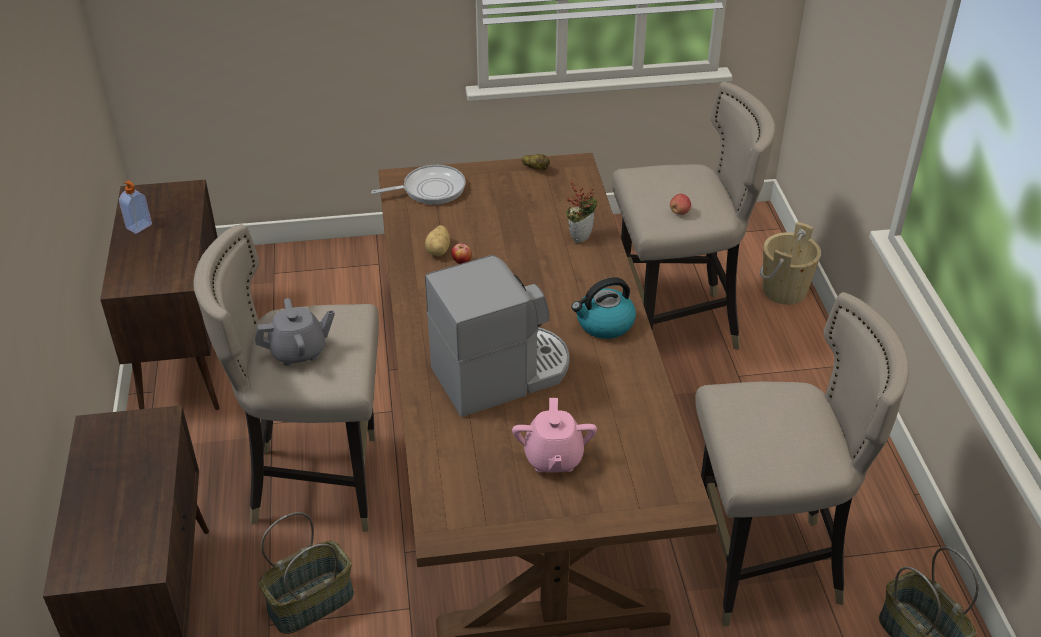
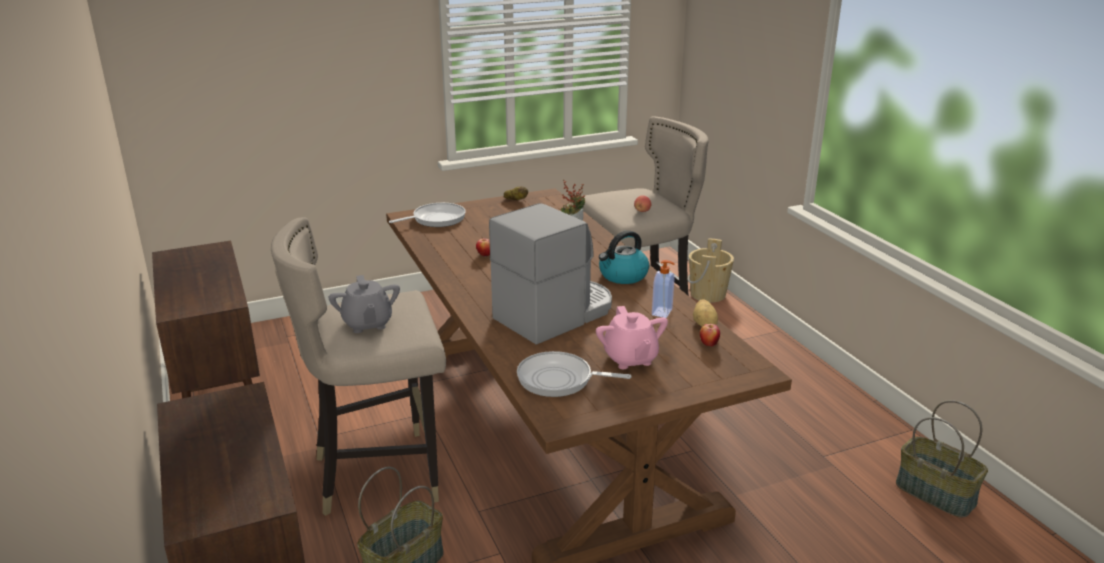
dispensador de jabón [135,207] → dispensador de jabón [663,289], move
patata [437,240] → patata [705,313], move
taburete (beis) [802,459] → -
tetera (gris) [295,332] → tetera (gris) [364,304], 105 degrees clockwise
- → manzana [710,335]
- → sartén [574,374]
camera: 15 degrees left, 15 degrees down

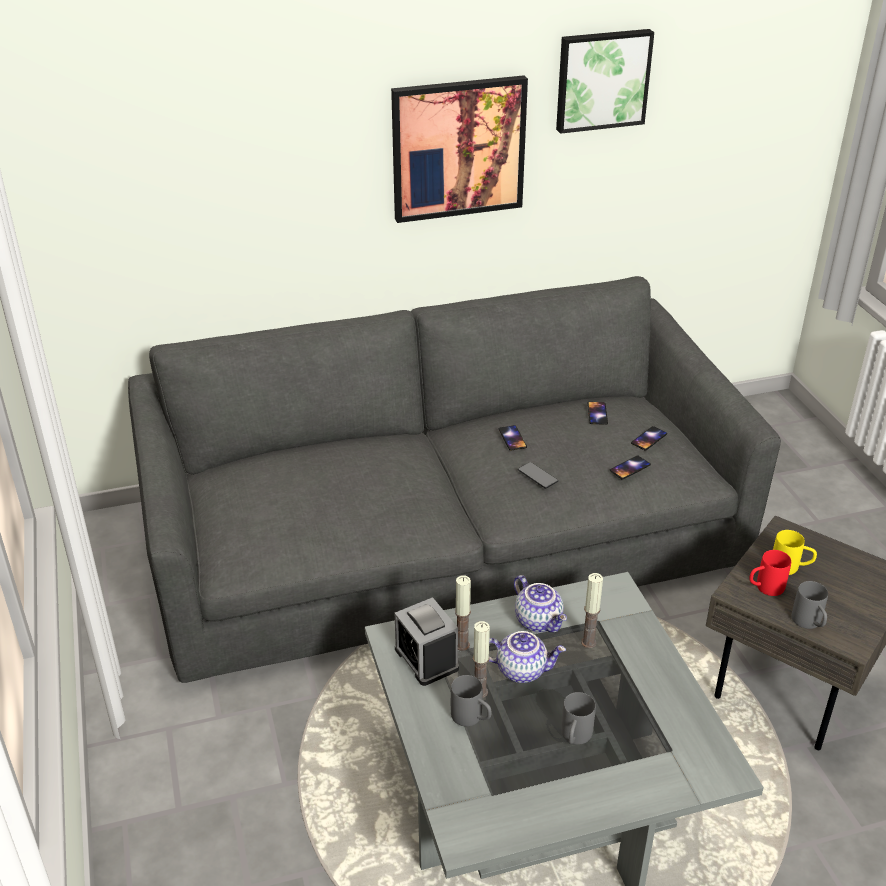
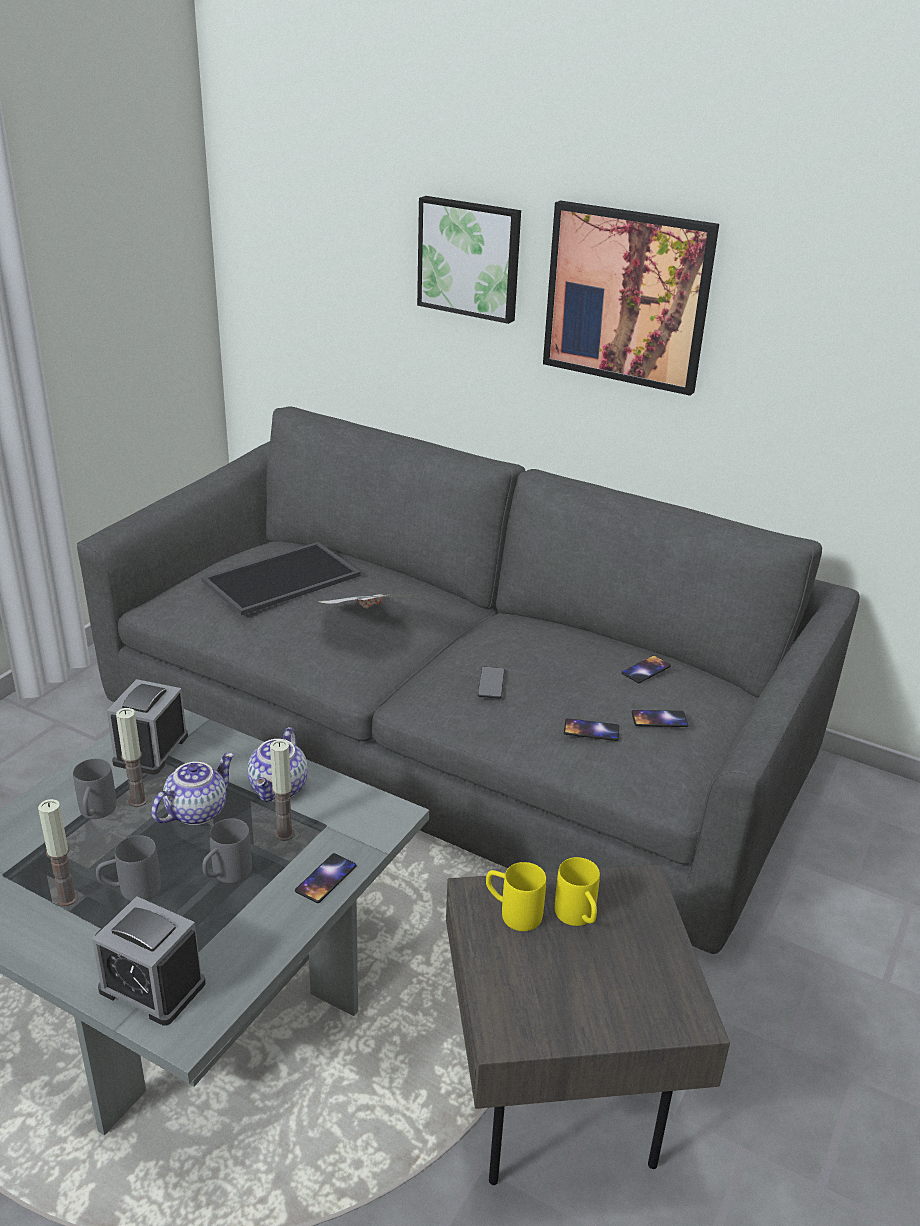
cuadro [605,81] → cuadro [469,260], move
móvil [513,438] → móvil [326,878], move
taza grande (rojo) [770,573] → taza grande (amarillo) [516,896]
vela [463,613] → vela [58,852], move
taza grande (gris) [810,605] → taza grande (gris) [227,850], move
tetera [527,657] → tetera [192,789], 105 degrees counterclockwise
- → bandeja [281,579]
- → periódico [366,601]
- → despertador [149,961]
camera: 45 degrees right, 5 degrees down

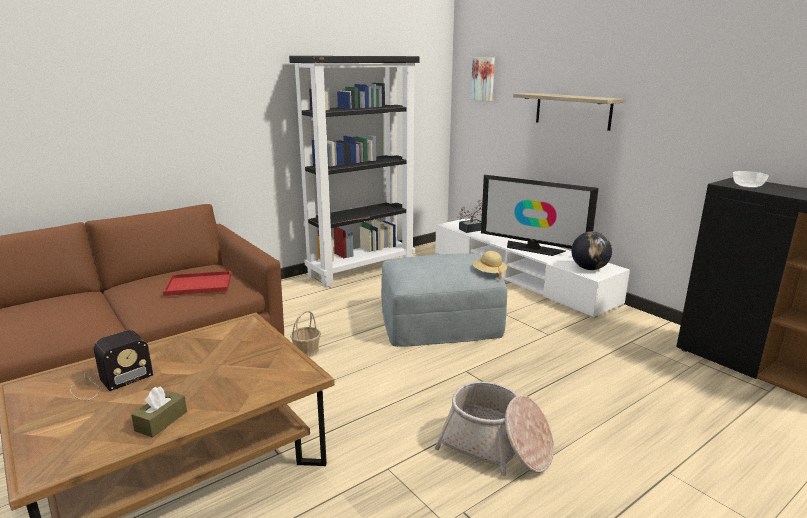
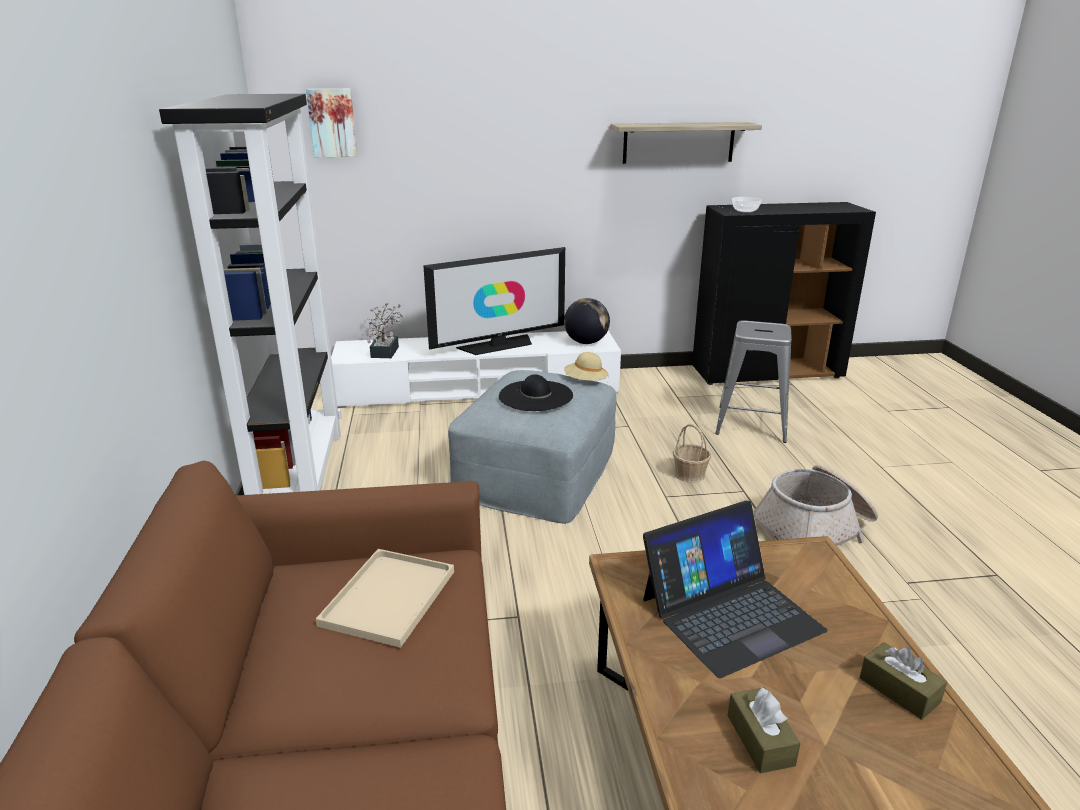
estante [569,112] → estante [686,143], move
bandeja (rojo) [197,283] → bandeja (beis) [385,598]
cesta [305,333] → cesta [692,453], move
radio [111,365] → caja de pañuelos (marrón) [764,730]
- → taburete (gris) [753,381]
- → sombrero (negro) [536,392]
- → portátil [735,589]
camera: 60 degrees left, 5 degrees up

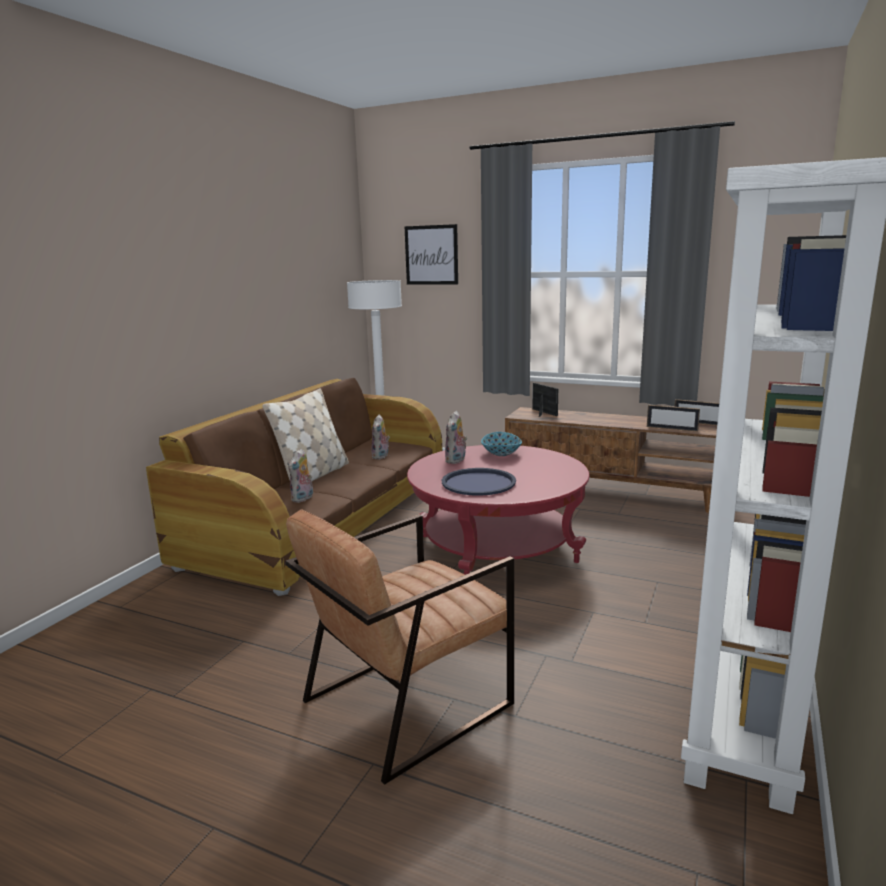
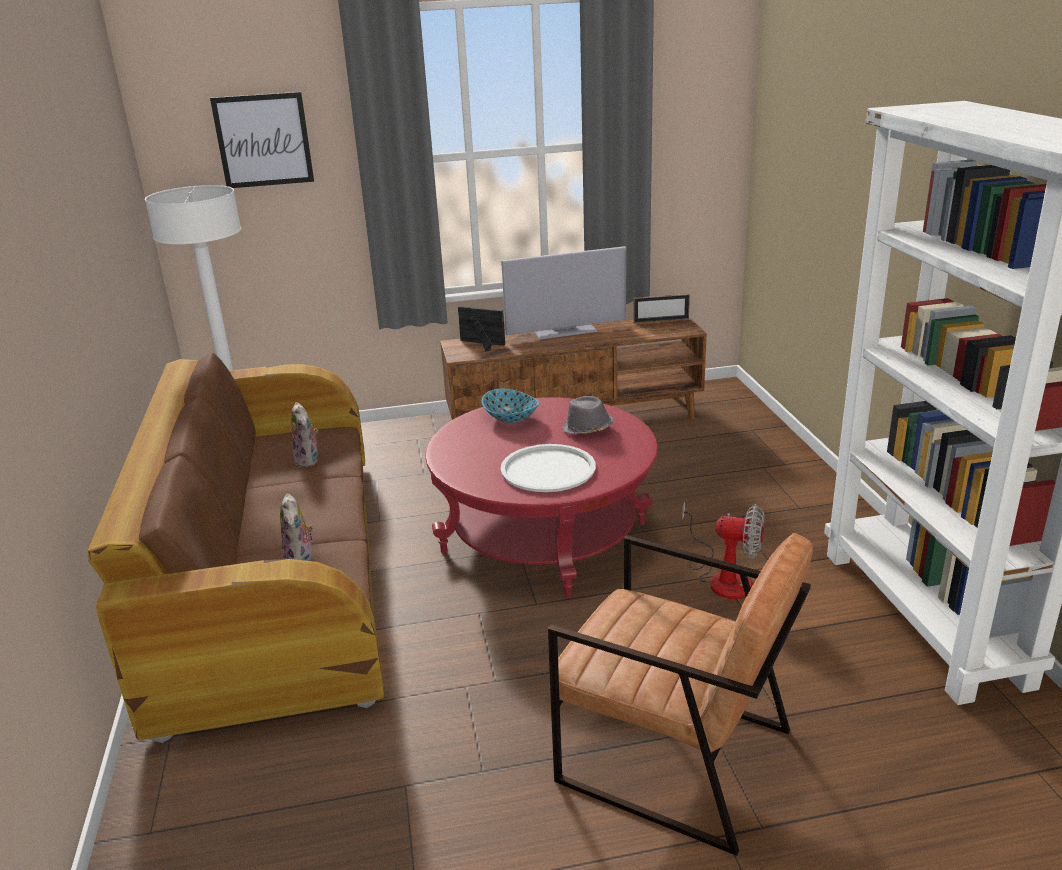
cojín (beis) [305,434] → -
portarretratos [673,418] → -
peluche [456,437] → -
bandeja (azul) [479,482] → bandeja (blanco) [548,468]
sillón (marrón) [399,647] → sillón (marrón) [680,694], 75 degrees counterclockwise
- → televisor [563,293]
- → sombrero (gris) [588,415]
- → ventilador [723,550]
camera: 35 degrees left, 10 degrees up

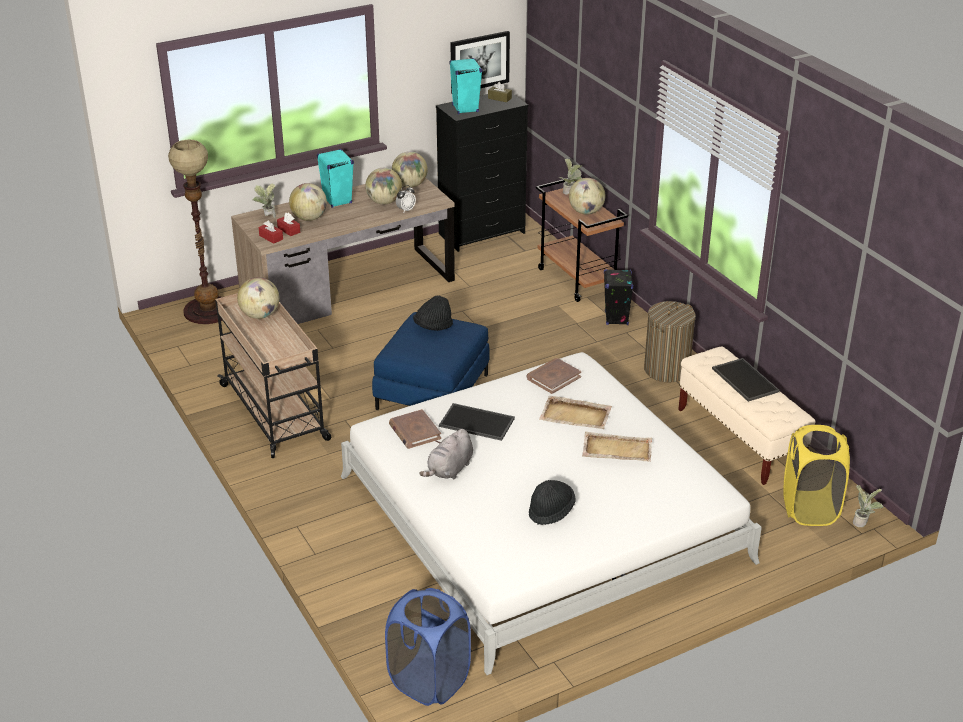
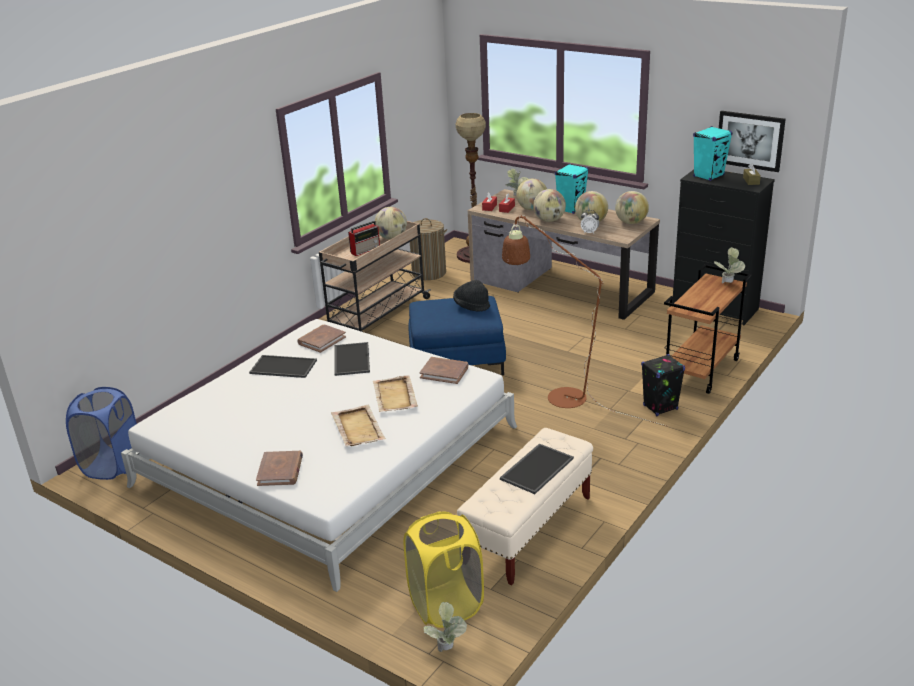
globo terráqueo [587,196] → globo terráqueo [549,205], move
cesto de la ropa [670,342] → cesto de la ropa [428,249], move
peluche (gris) [446,454] → bandeja [283,366]
sombrero (negro) [552,502] → -
- → lámpara de pie (marrón) [584,320]
- → radio [364,238]
- → libro (marrón) [279,468]
camera: 65 degrees right, 5 degrees down

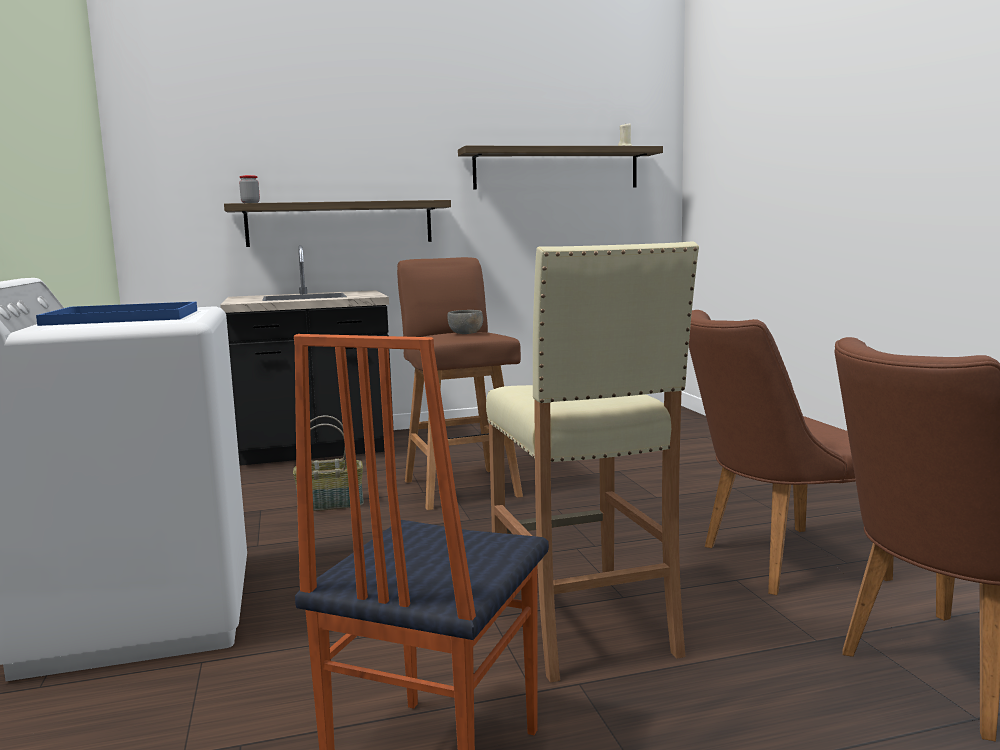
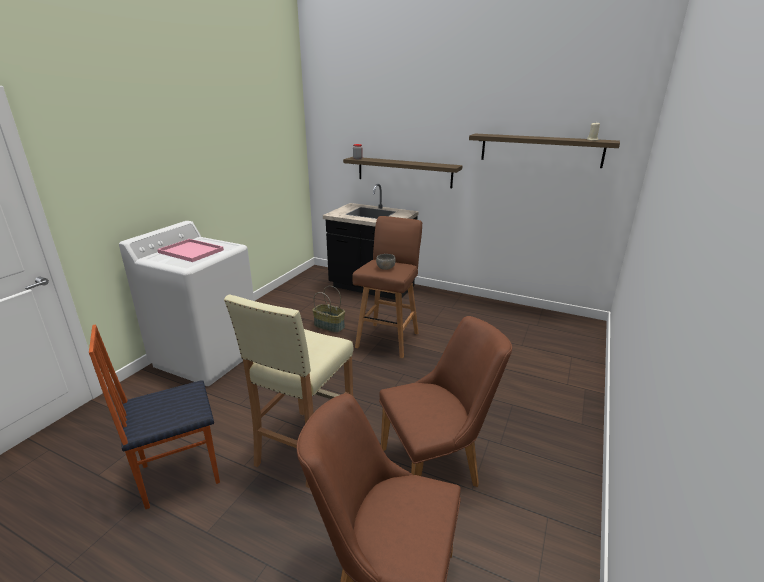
bandeja (azul) [116,314] → bandeja (rosa) [190,250]
silla (marrón) [791,452] → silla (marrón) [445,401], 135 degrees clockwise
camera: 40 degrees right, 15 degrees up

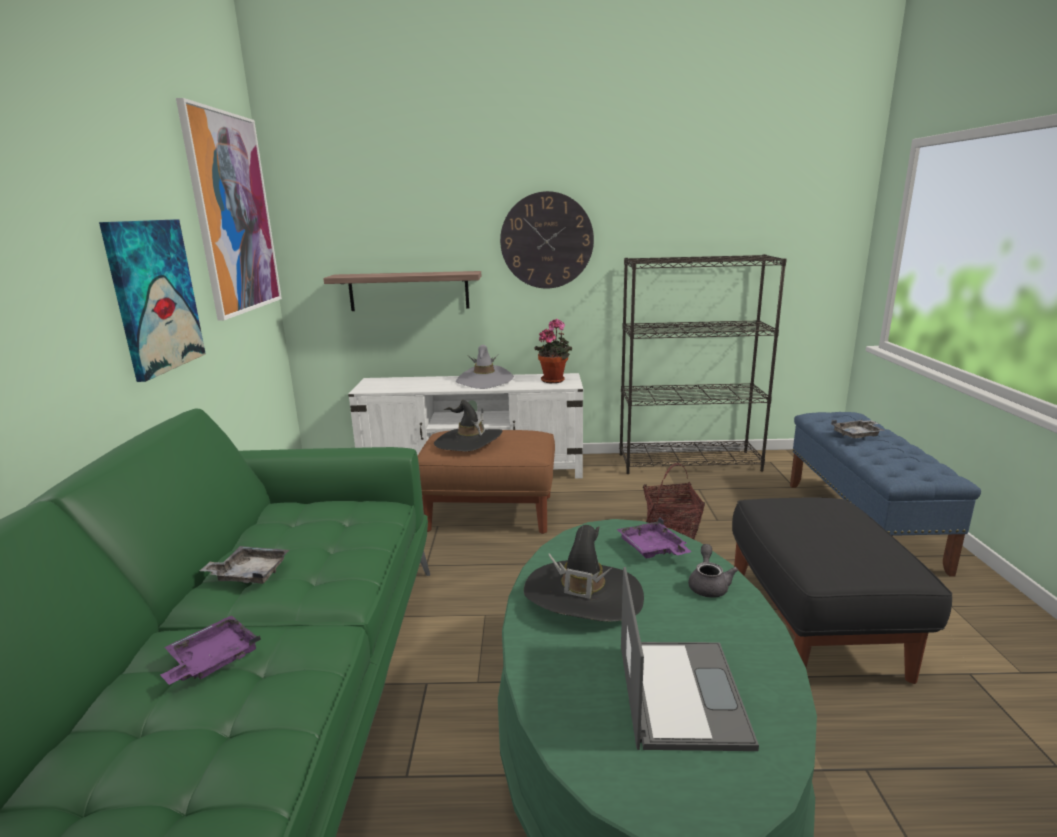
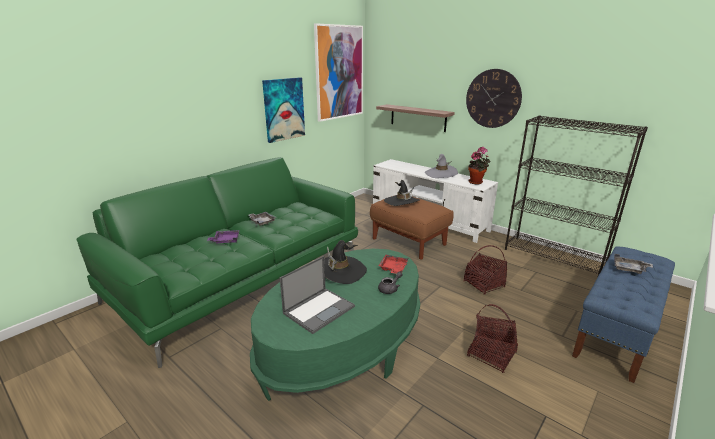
puf (negro) [842,591] → cesta [492,338]
bandeja (morado) [654,537] → bandeja (rojo) [394,264]
camera: 40 degrees right, 5 degrees up

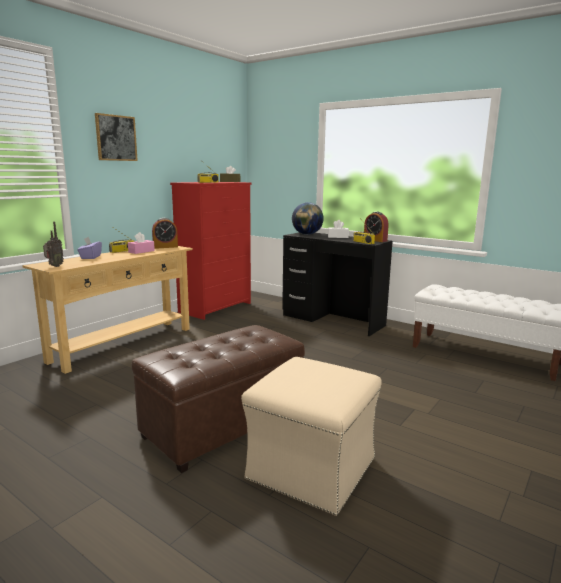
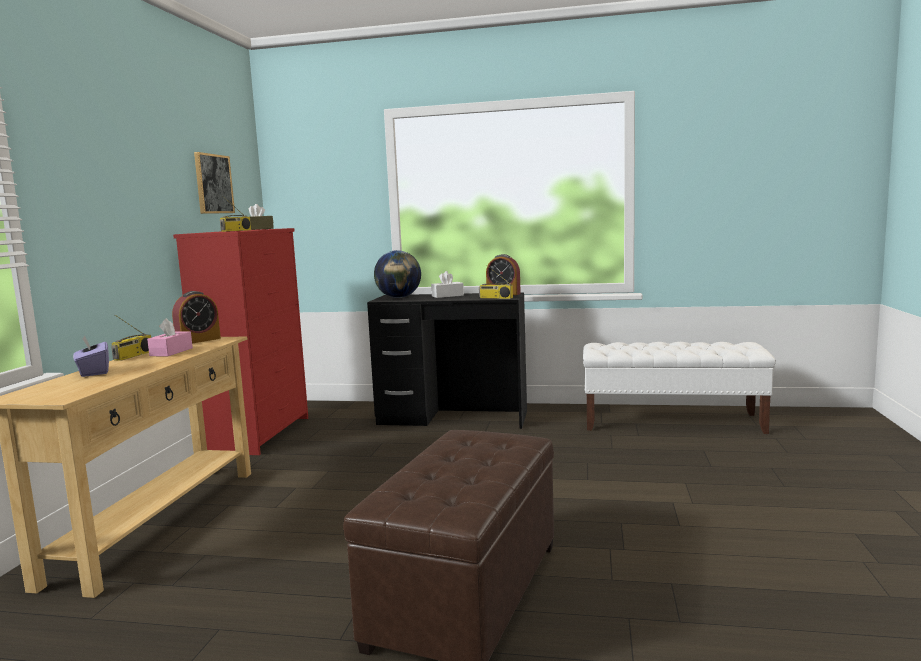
cuadro [116,137] → cuadro [214,183], move
radio [53,244] → -
puf (beis) [311,436] → -
camera: 25 degrees left, 5 degrees down

